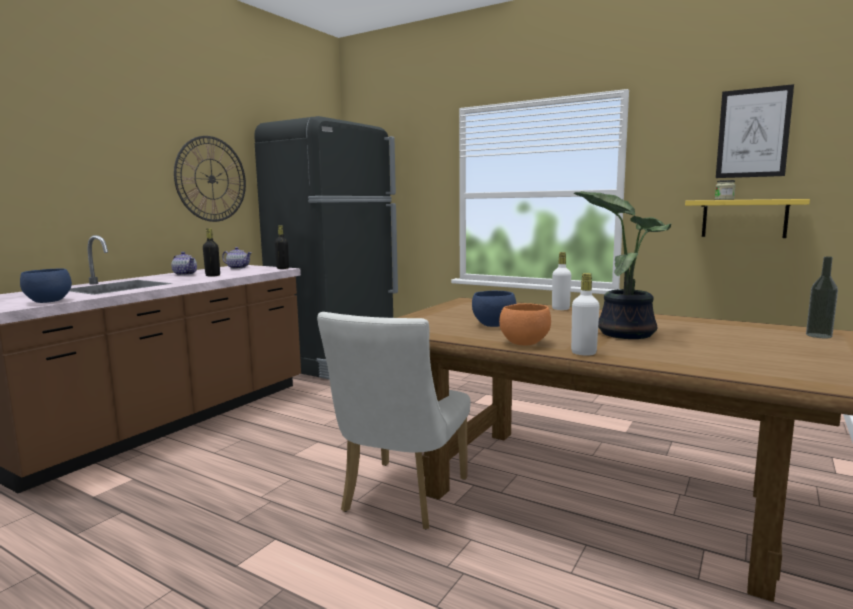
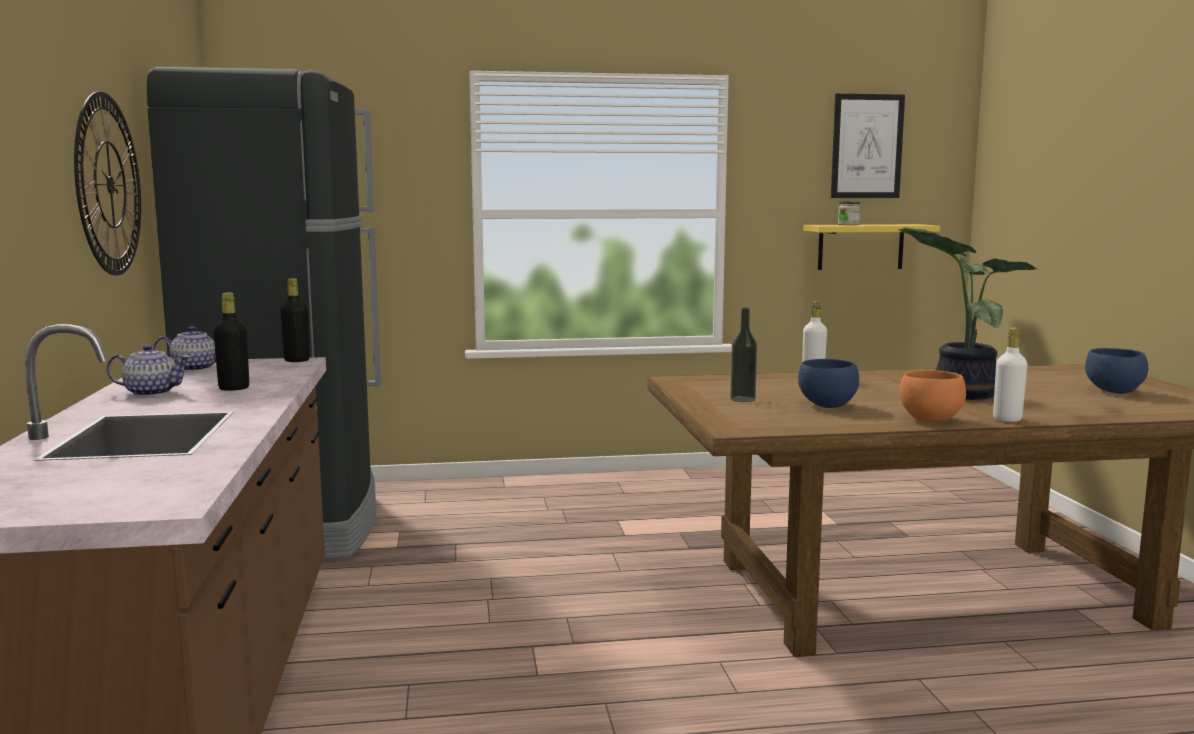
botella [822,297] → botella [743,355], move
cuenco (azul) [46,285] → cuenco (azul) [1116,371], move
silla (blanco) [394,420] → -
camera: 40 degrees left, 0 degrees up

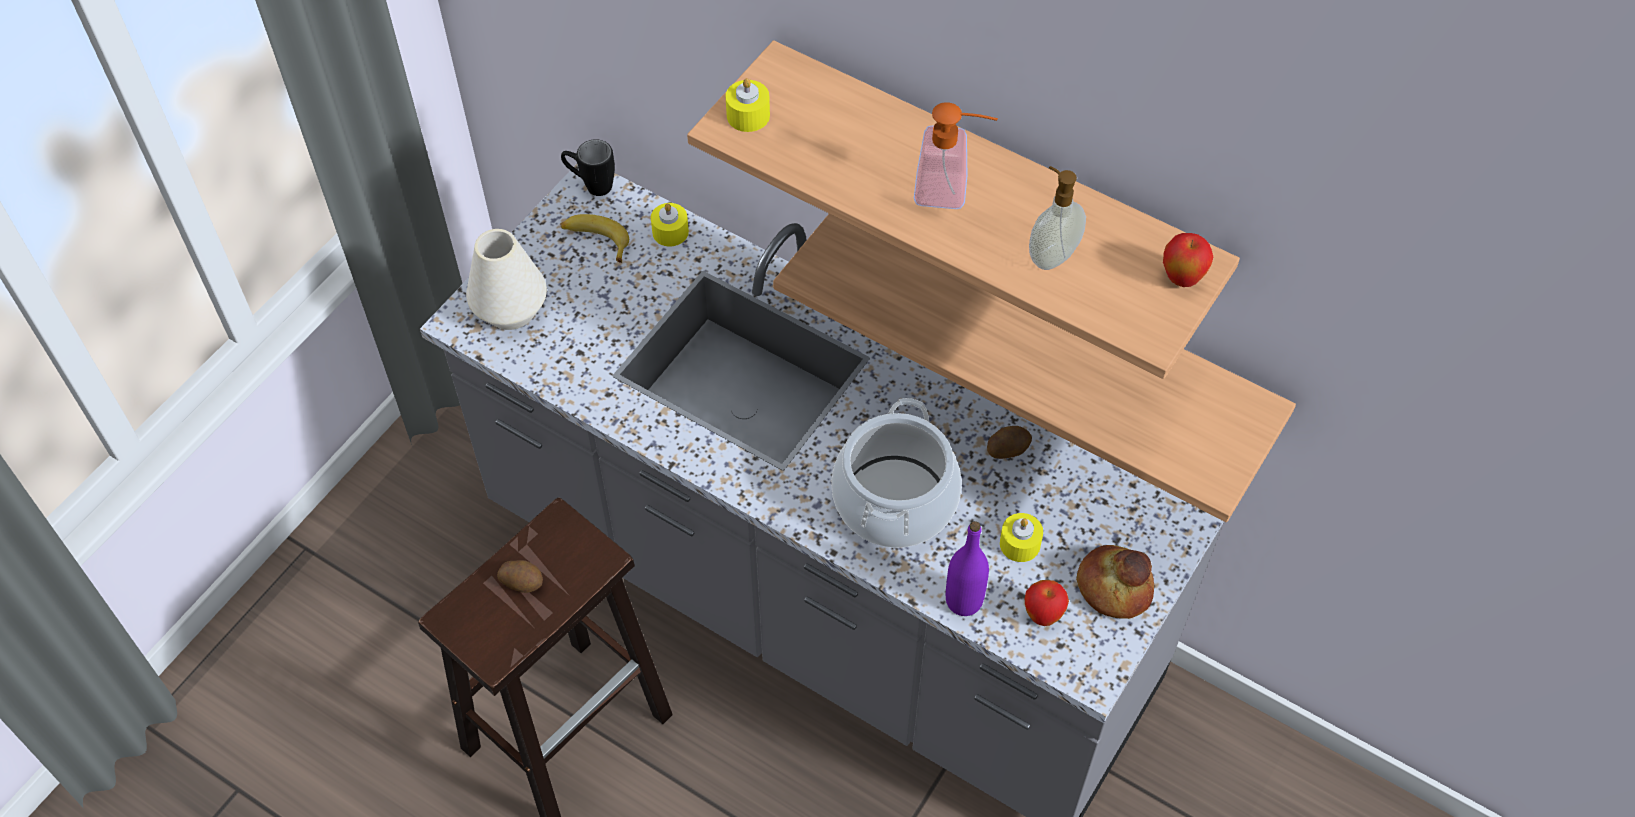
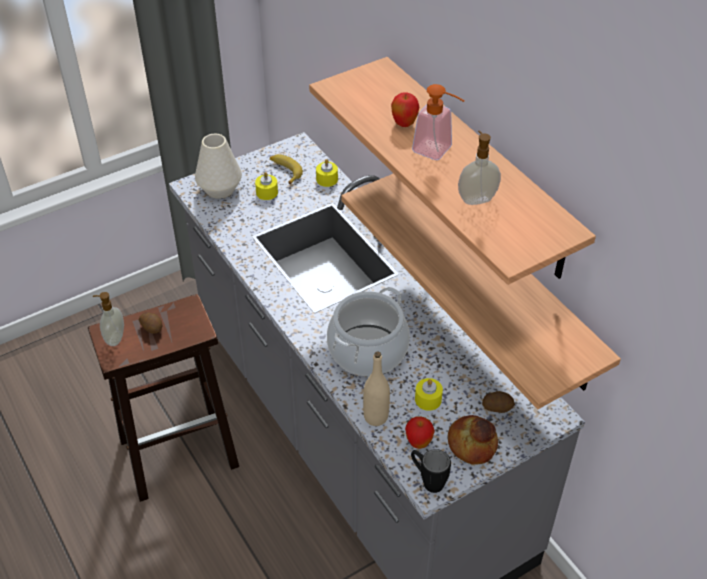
vela (amarillo) [747,105] → vela (amarillo) [266,186], move
taza grande (negro) [588,167] → taza grande (negro) [431,471], move
manzana [1188,260] → manzana [405,109], move
patata [1009,442] → patata [498,402], move
botella (morado) [967,568] → botella (beis) [376,389]
- → dispensador de jabón [108,319]
camera: 25 degrees right, 10 degrees down

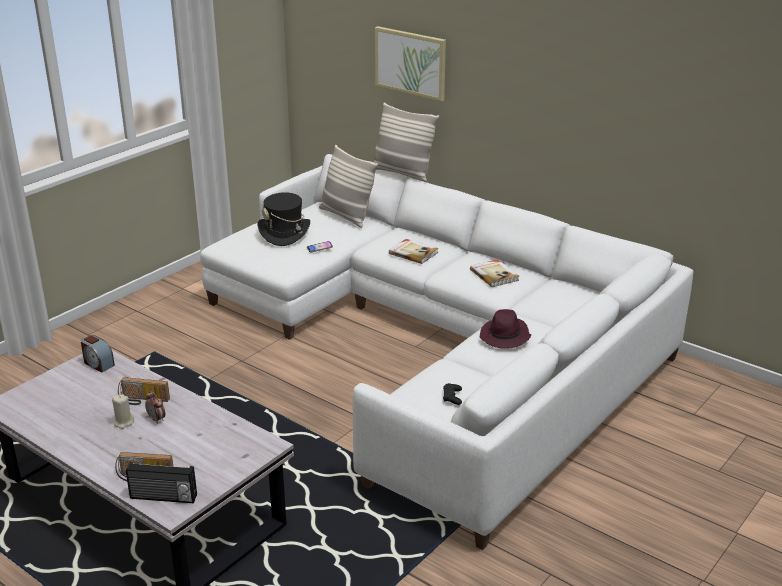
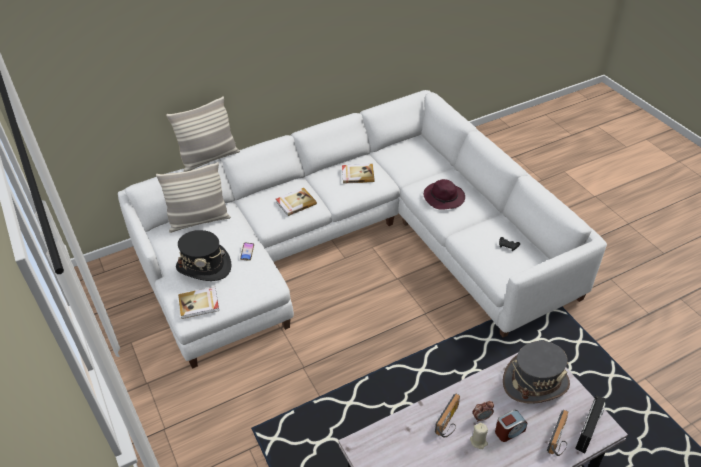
cuadro [410,63] → -
despertador [98,354] → despertador [511,426], move
- → libro [198,303]
- → sombrero (gris) [536,372]
camera: 65 degrees left, 15 degrees up

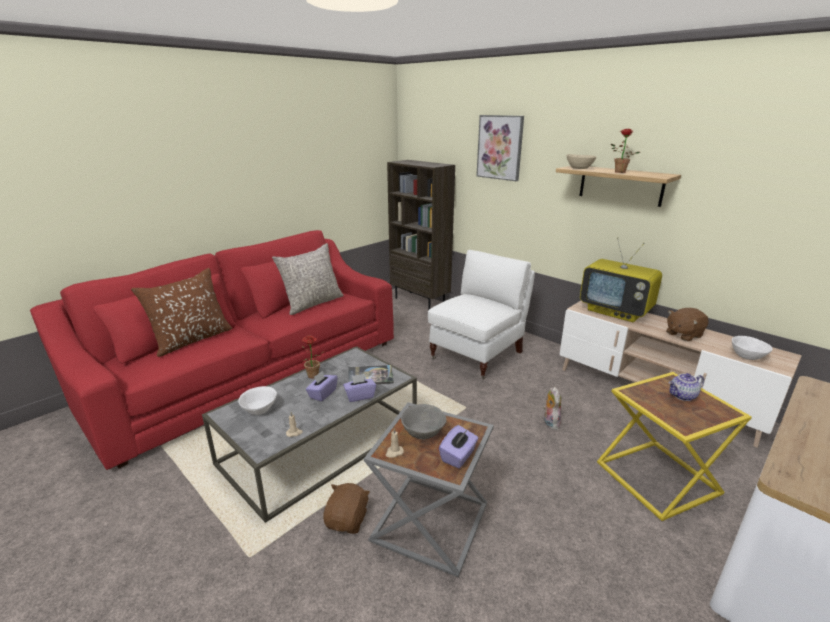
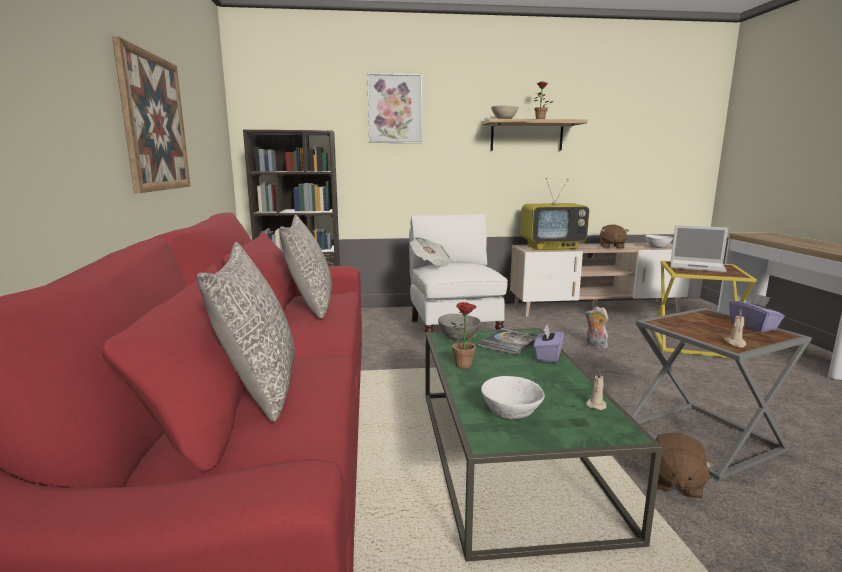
cojín (marrón) [181,312] → cojín (gris) [245,332]
mesa de centro (gris) [309,434] → mesa de centro (verde) [544,445]
caja de pañuelos (morado) [322,386] → -
tetera [686,387] → portátil [699,248]
cuenco (gris) [423,421] → cuenco (gris) [459,327], move
peluche (marrón) [346,508] → peluche (marrón) [683,466], 120 degrees counterclockwise
- → cuadro [151,114]
- → periódico [431,252]
camera: 50 degrees left, 10 degrees down

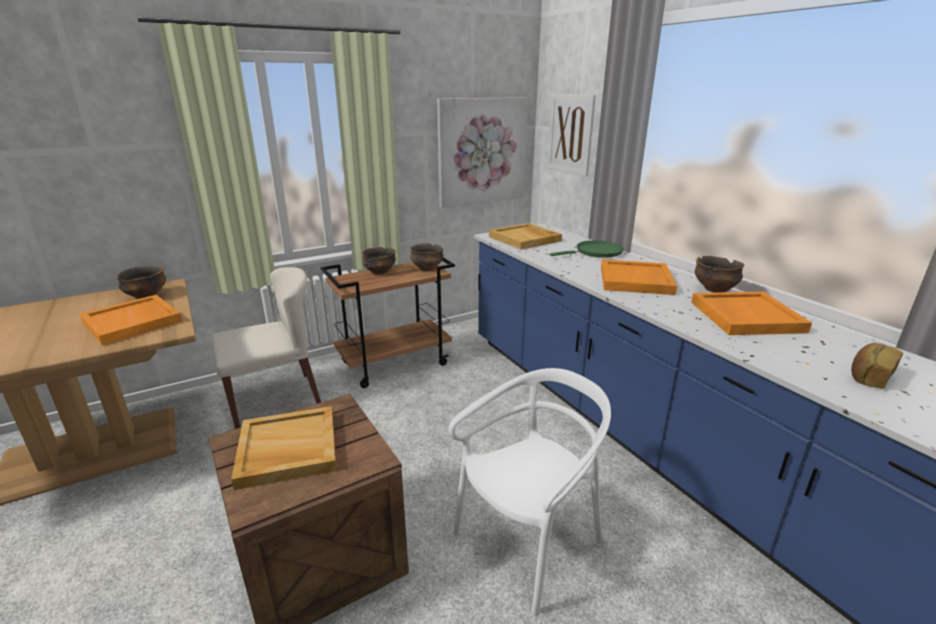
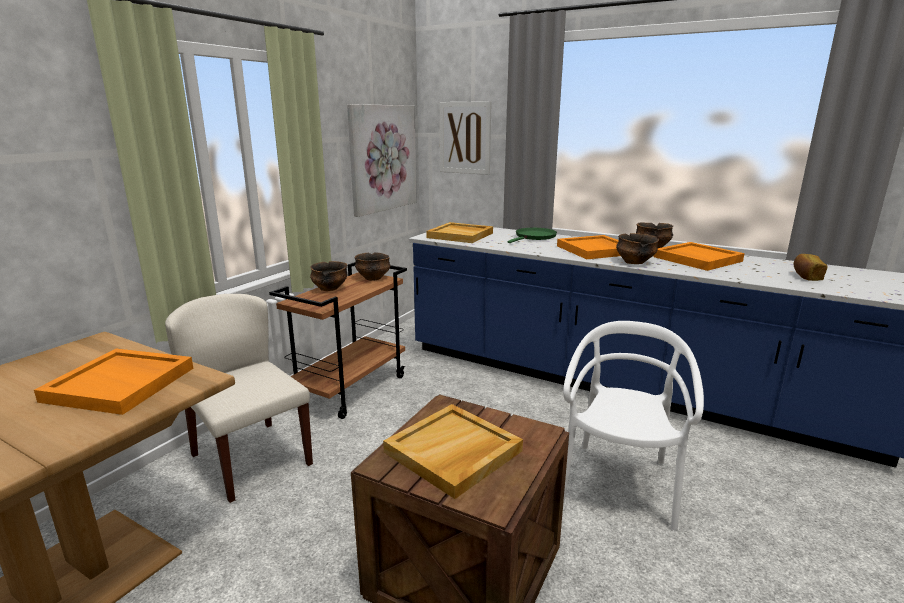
cuenco [141,282] → cuenco [637,248], move
silla (beis) [266,348] → silla (beis) [239,398], 75 degrees counterclockwise
camera: 30 degrees left, 5 degrees down

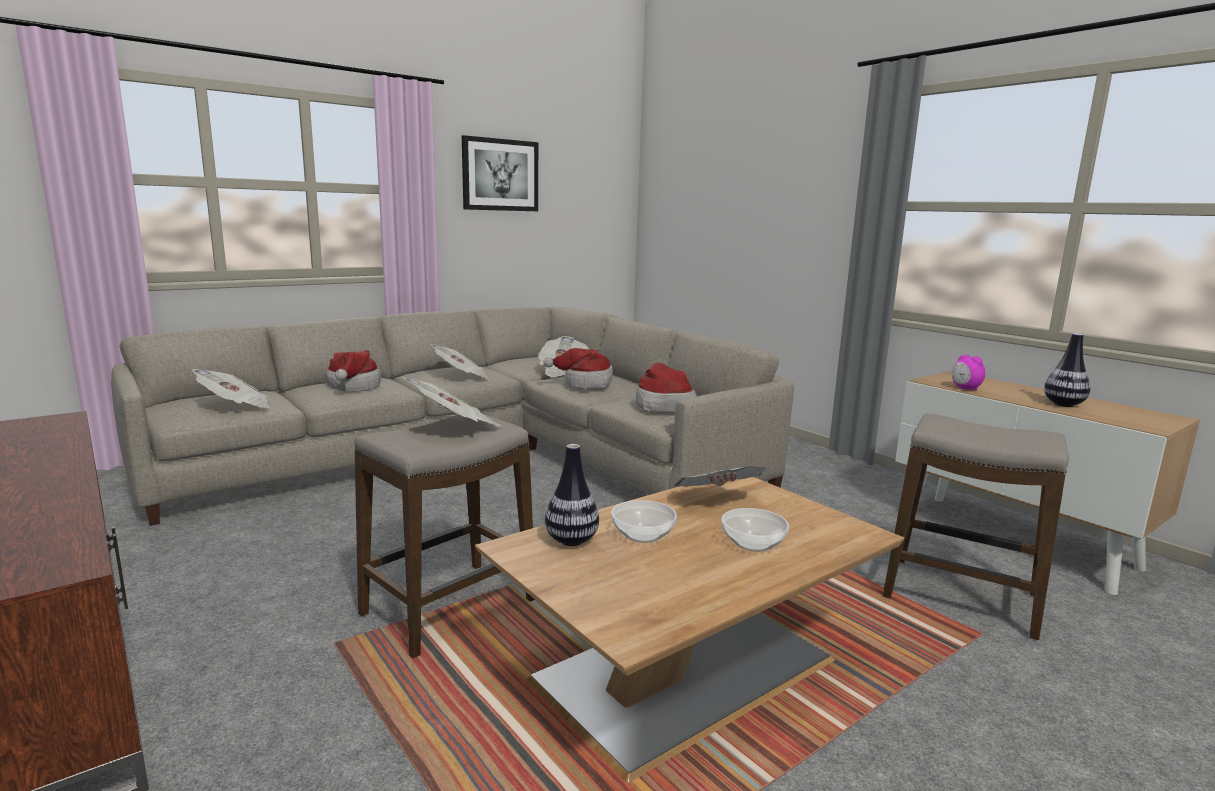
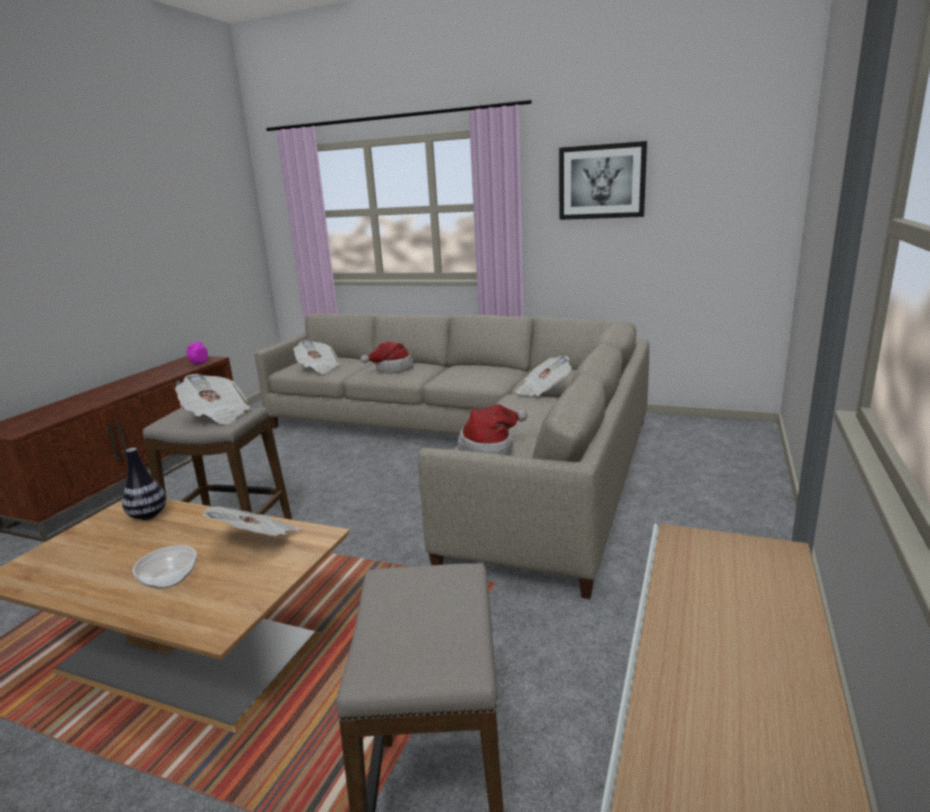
florero [1067,370] → -
periódico [459,361] → -
sombrero [578,368] → -
despertador [968,373] → despertador [197,353], move
cuenco [644,521] → -
camera: 60 degrees right, 5 degrees up

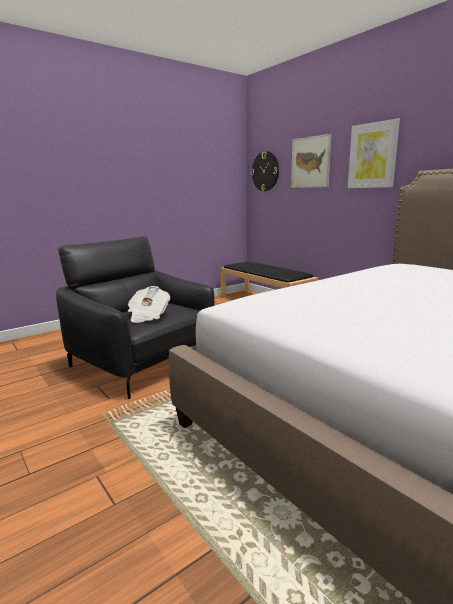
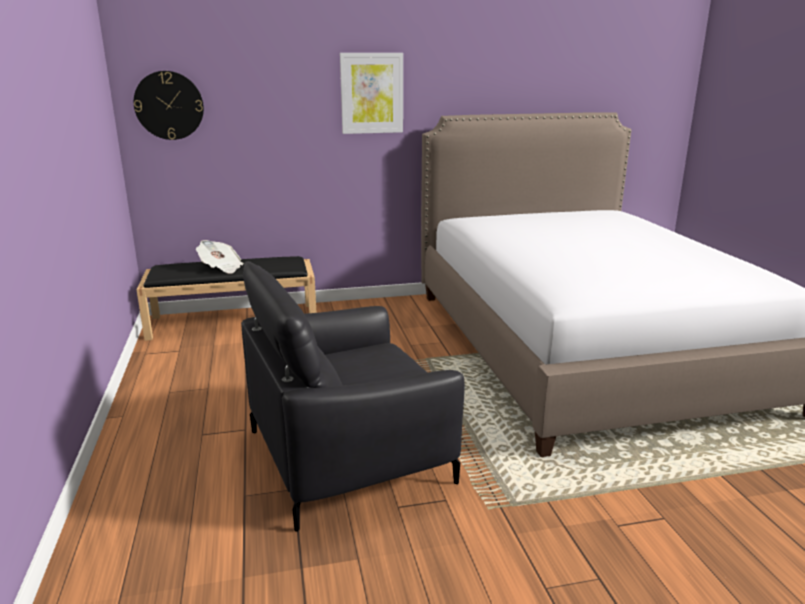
cuadro [311,161] → -
periódico [149,304] → periódico [220,257], move
camera: 65 degrees left, 5 degrees up

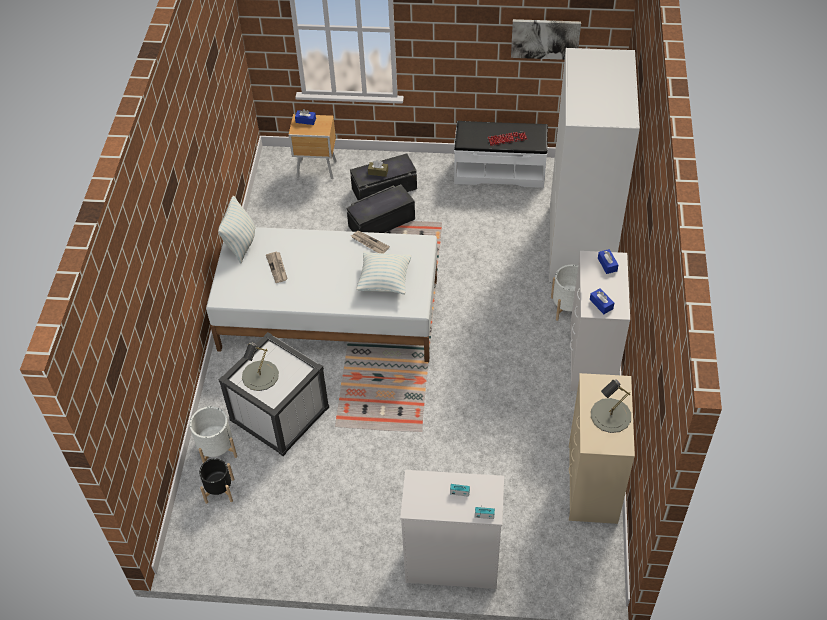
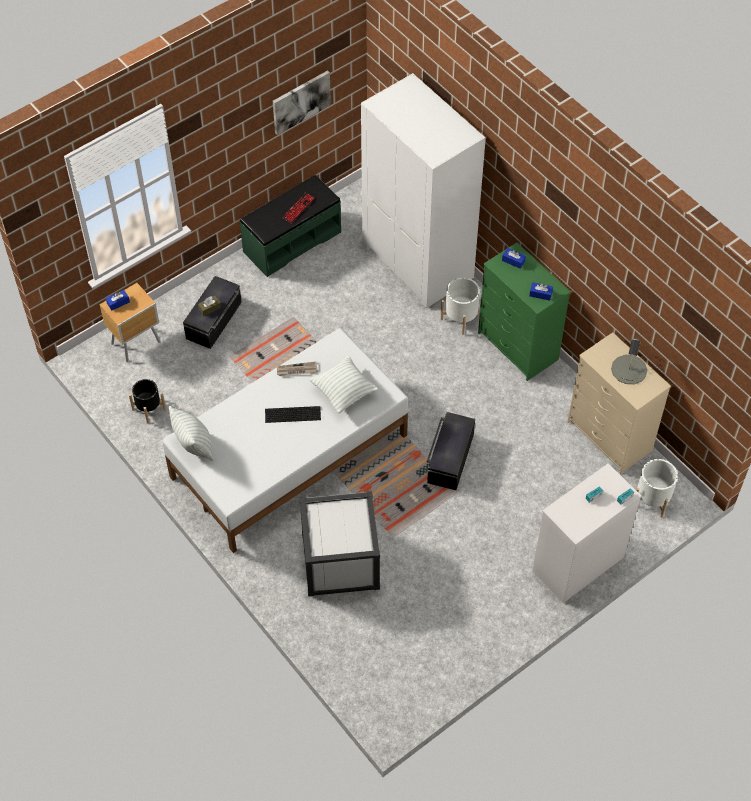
banco (blanco) [501,154] → banco (verde) [290,226]
caja de almacenaje (negro) [381,209] → caja de almacenaje (negro) [451,451], move
cómoda (blanco) [600,321] → cómoda (verde) [524,312]
periódico [277,267] → -
lámpara de mesa (gris) [260,366] → -
maceta (blanco) [213,434] → maceta (blanco) [657,488], move
maceta (negro) [216,481] → maceta (negro) [147,401], move
- → teclado [293,414]
camera: 45 degrees left, 5 degrees up

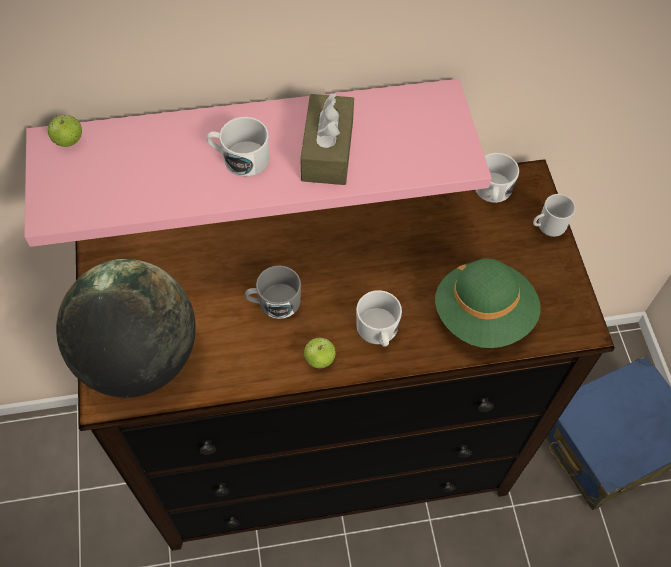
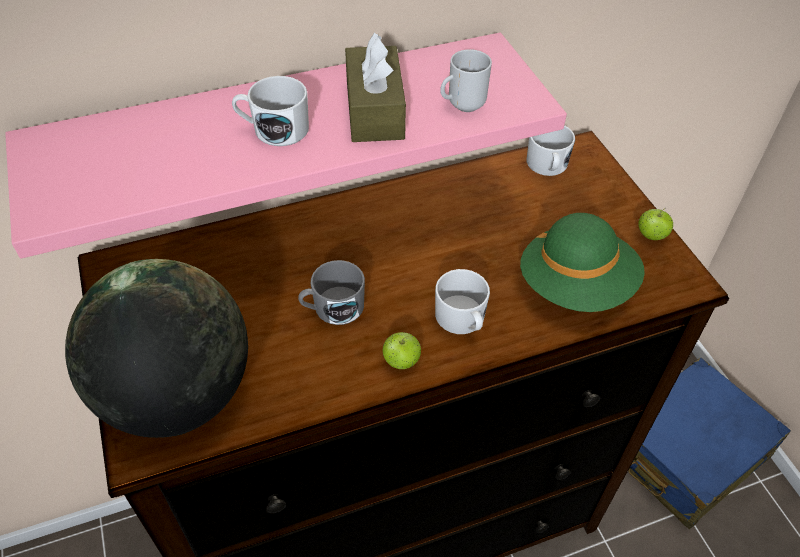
manzana [65,131] → manzana [655,224], move
taza grande [554,215] → taza grande [466,80], move
camera: 10 degrees left, 10 degrees down

